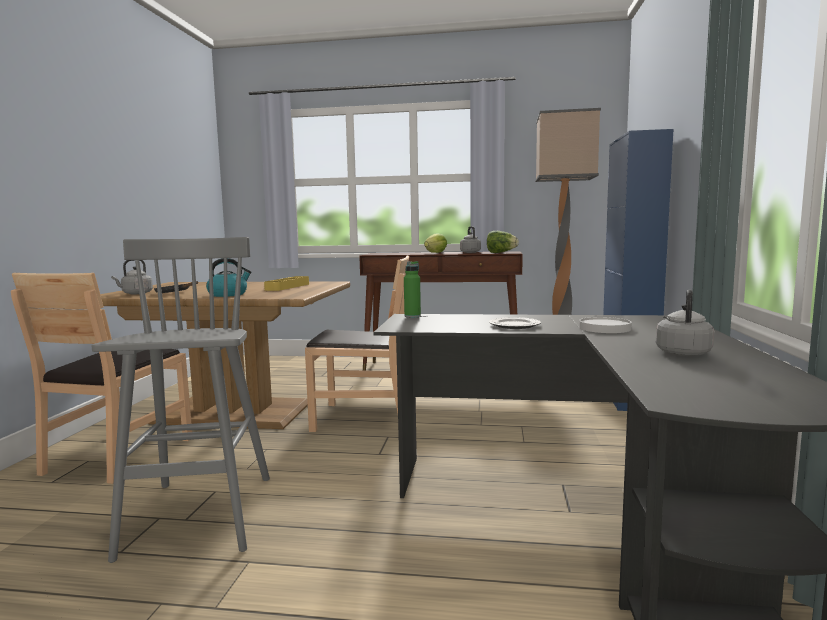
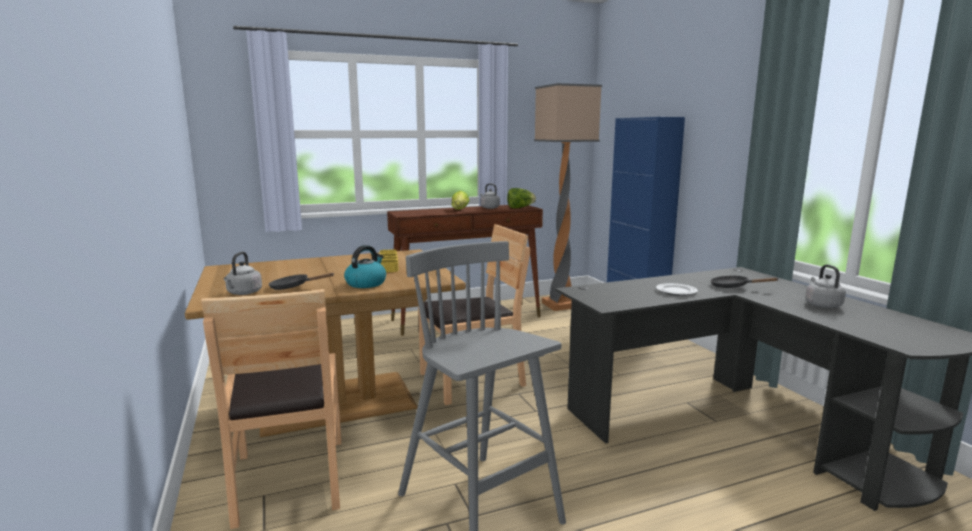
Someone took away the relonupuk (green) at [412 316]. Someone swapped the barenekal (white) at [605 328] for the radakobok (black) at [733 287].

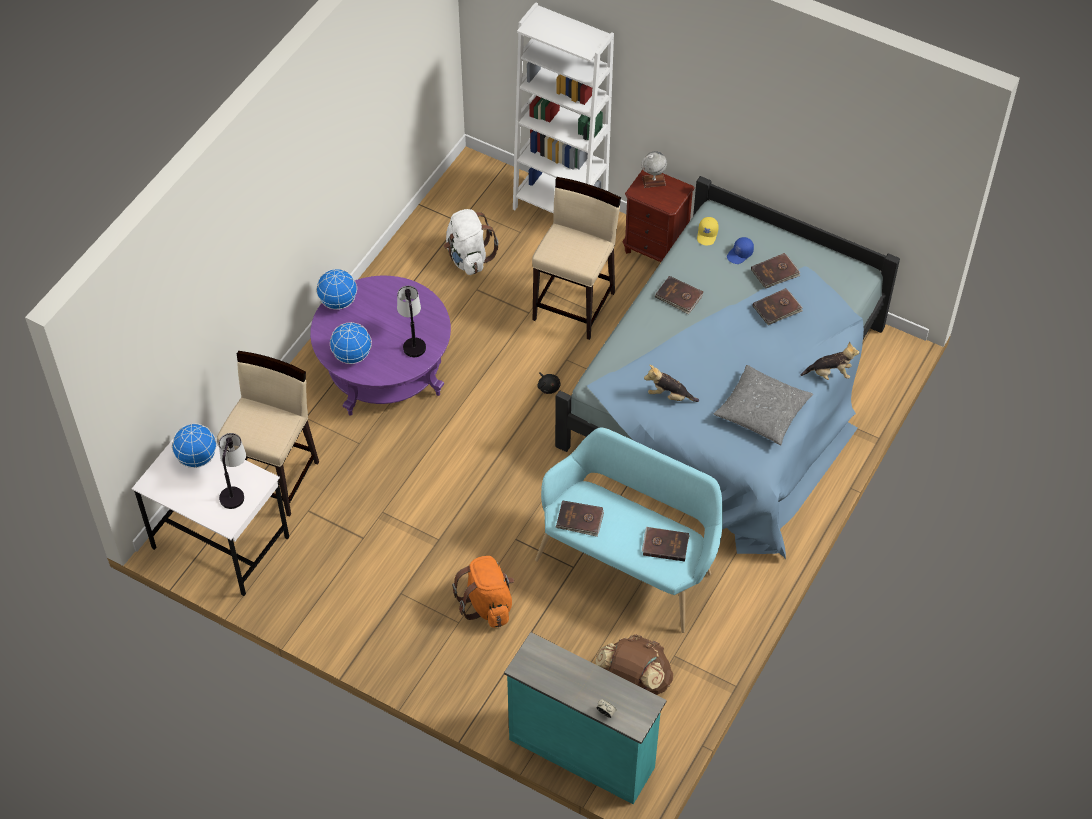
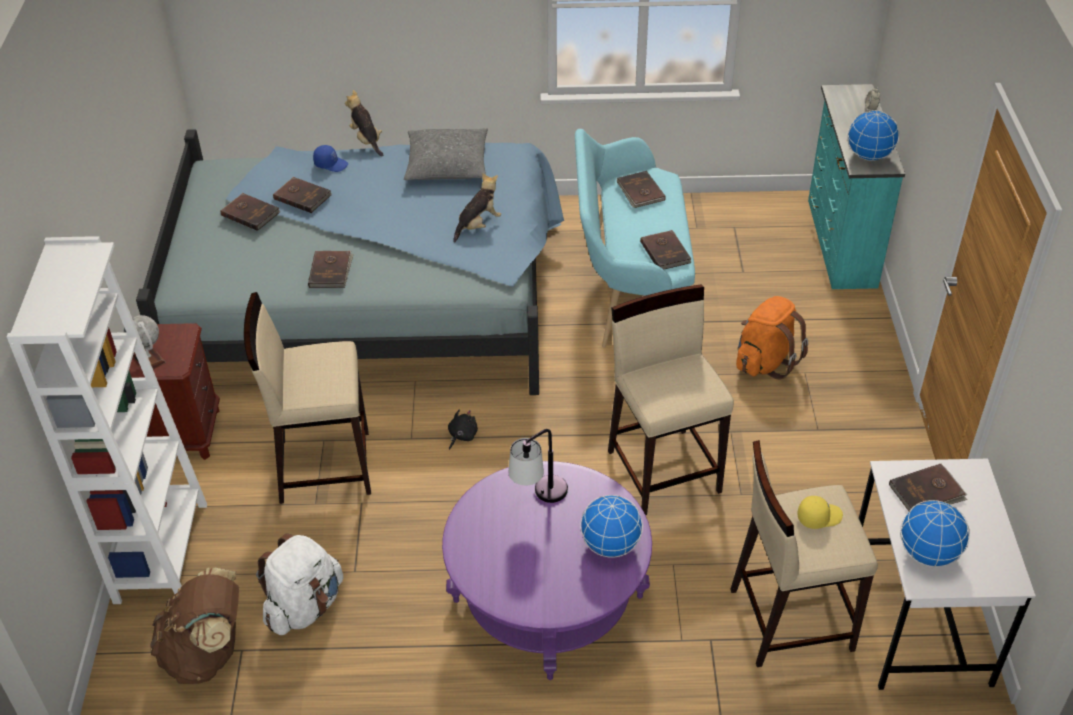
Someone carried the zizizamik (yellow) from [707 235] to [819 516]. Someone carried the zizizamik (blue) from [740 254] to [331 164]. Someone carried the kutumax from [338 302] to [869 156]. Someone rotated the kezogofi at [669 396] by 120 degrees counterclockwise. Someone swapped the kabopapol at [234 488] for the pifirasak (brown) at [927 492]. Someone carried the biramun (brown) from [634 681] to [207 653]. Someone put down the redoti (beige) at [664 470].

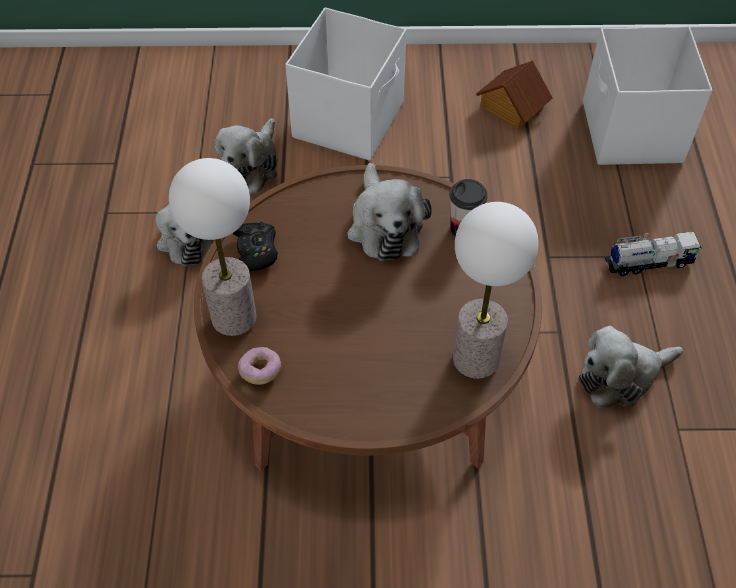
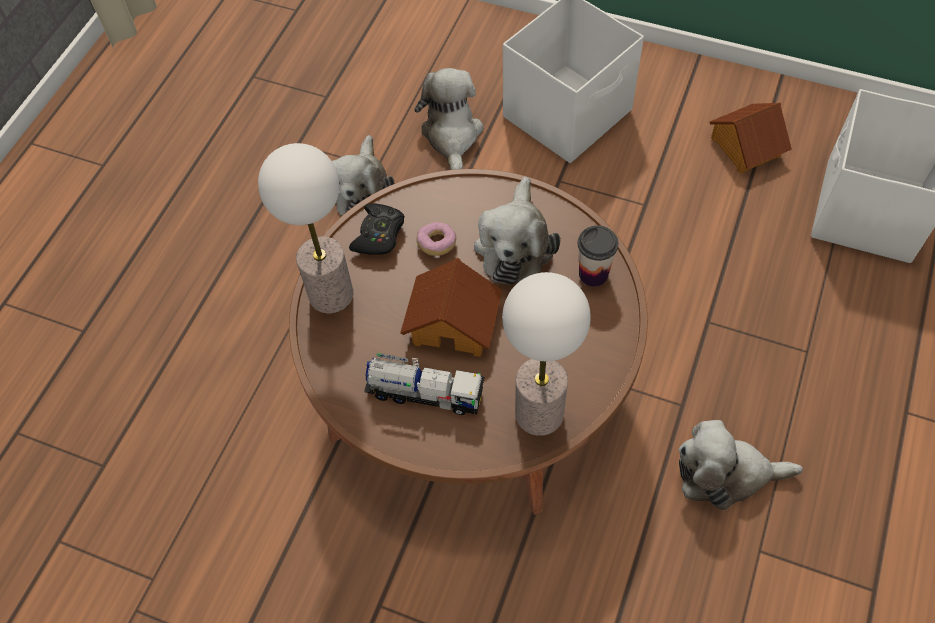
Someone rotated the kezogofi at [252 165] by 135 degrees clockwise. Someone carried the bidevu from [648 263] to [425 394]. Someone carried the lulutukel from [260 371] to [437 244]. Someone put down the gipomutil at [454 322].

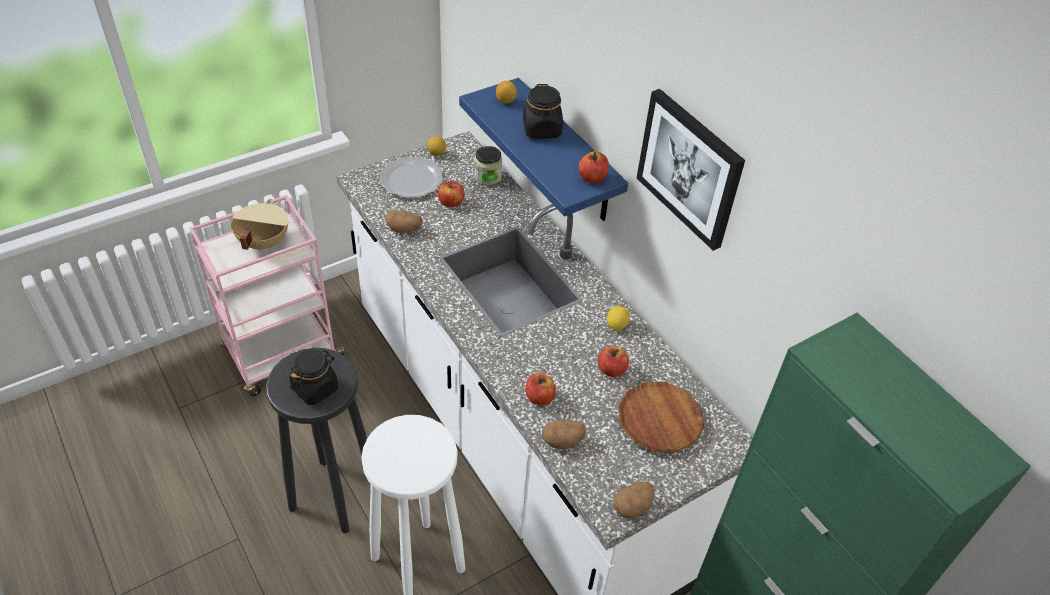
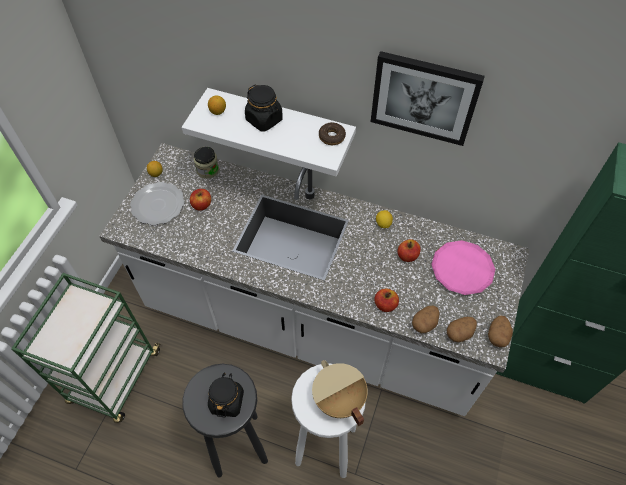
Someone repainted the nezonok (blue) at [567 153], which became the nezonok (white) at [281 126]. Someone swapped the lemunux at [592 178] for the lulutukel at [332 137]. Someone repainted the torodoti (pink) at [282 355], which became the torodoti (green) at [115 378]. Someone carried the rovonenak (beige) from [262 242] to [338 399]. Someone carried the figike from [404 229] to [459 333]. Someone repainted the barenekal (brown) at [659 420], which became the barenekal (pink) at [462 269].

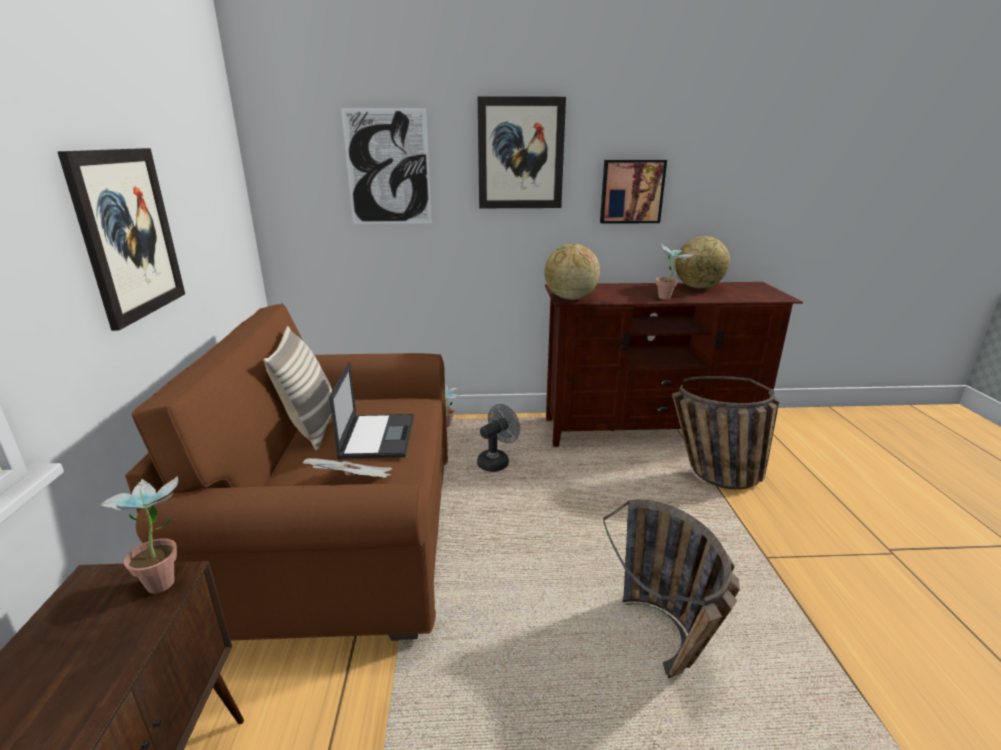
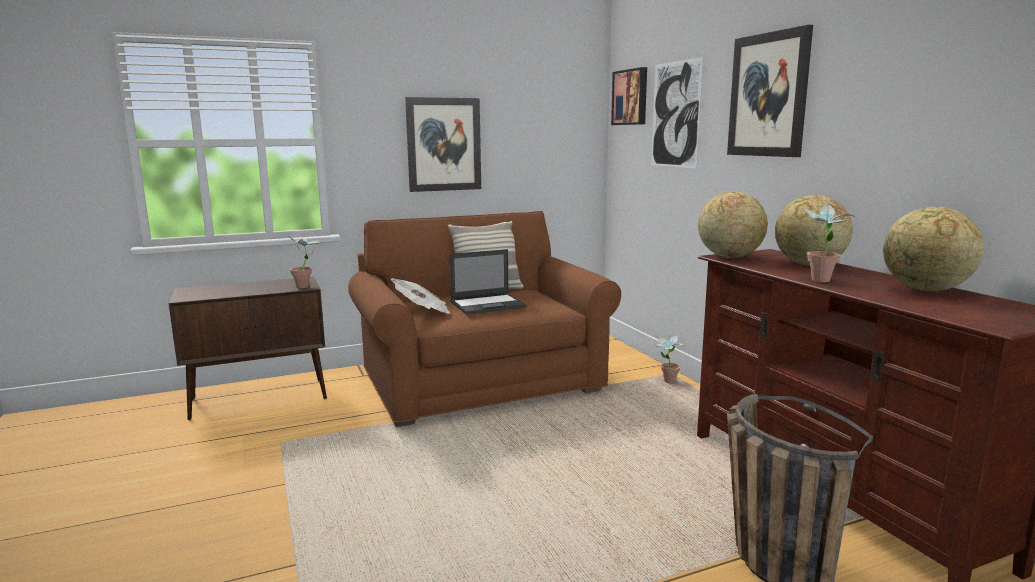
Someone carried the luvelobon from [631 191] to [631 97]. Someone took away the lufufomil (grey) at [496 461]. Someone took away the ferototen at [668 652]. Someone put down the kutumax at [808 265].

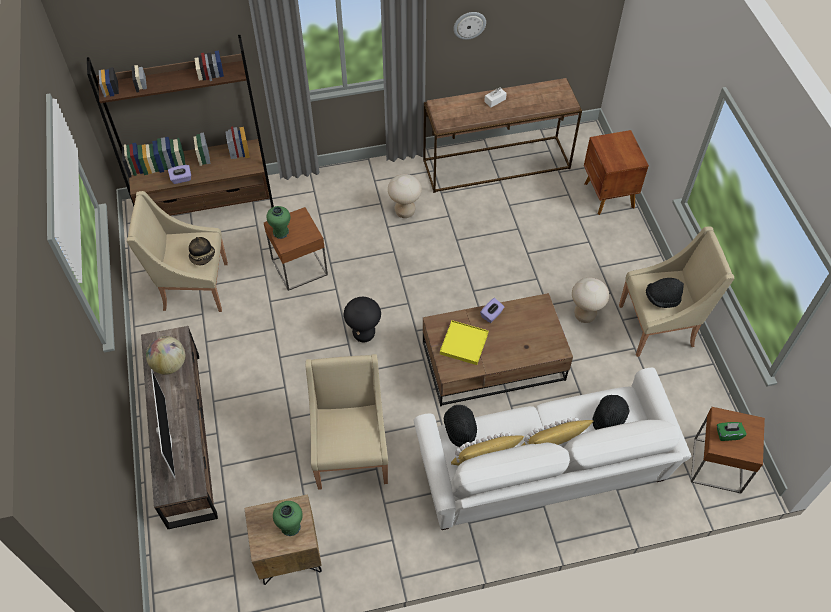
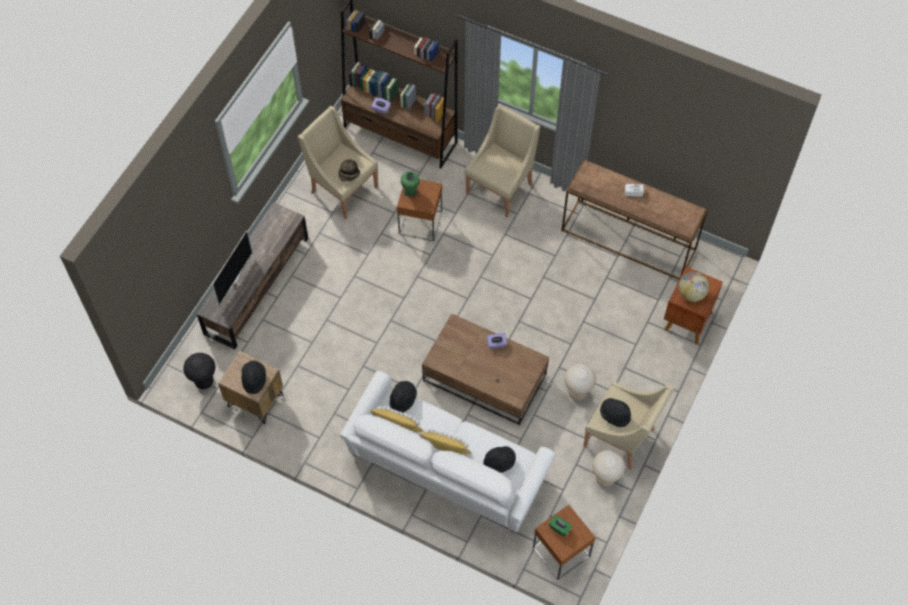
Someone took away the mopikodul at [469 25]. Someone carried the redoti (beige) from [404 211] to [605 478]. Someone carried the redoti (black) from [364 334] to [204 381]. Someone took away the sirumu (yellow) at [464 344]. Someone carried the kutumax from [169 365] to [691 294]. Someone carried the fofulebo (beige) from [351 453] to [501 188]. Someone swapped the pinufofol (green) at [290 526] for the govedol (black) at [254 380].

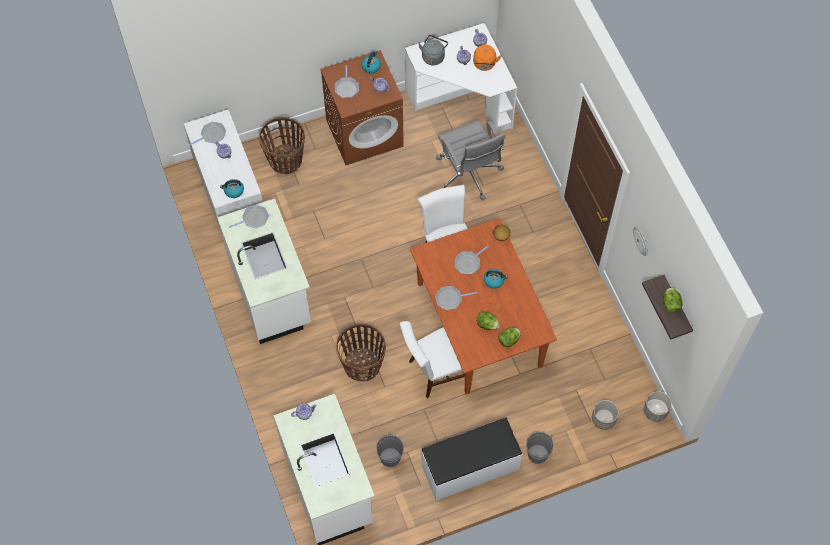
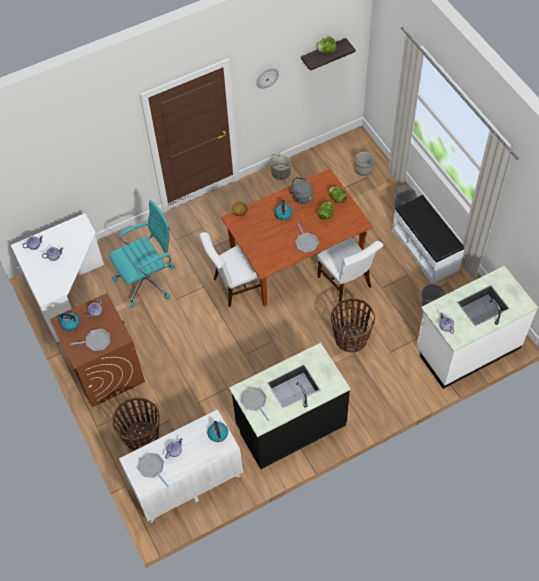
Someone carried the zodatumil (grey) from [433 56] to [301 197]. Someone took away the zodatumil (orange) at [484 64]. Someone repainted the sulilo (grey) at [469 175], which became the sulilo (turquoise) at [148 280]. Someone repainted the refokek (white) at [271 292], which became the refokek (black) at [290 425]. Someone took away the radakobok at [468 263]. Someone carried the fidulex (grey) from [655 411] to [281 174].

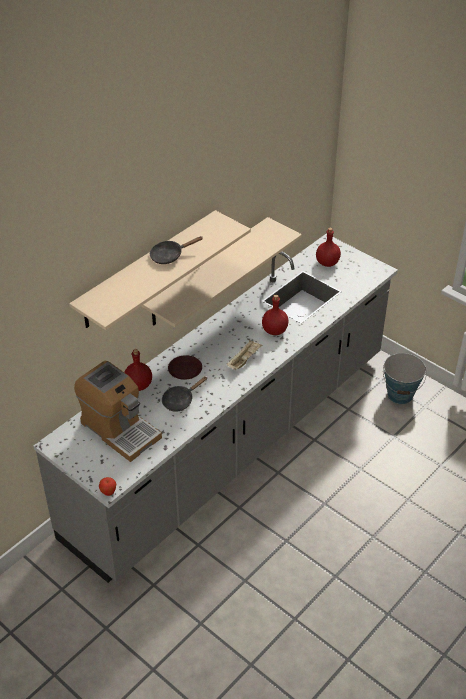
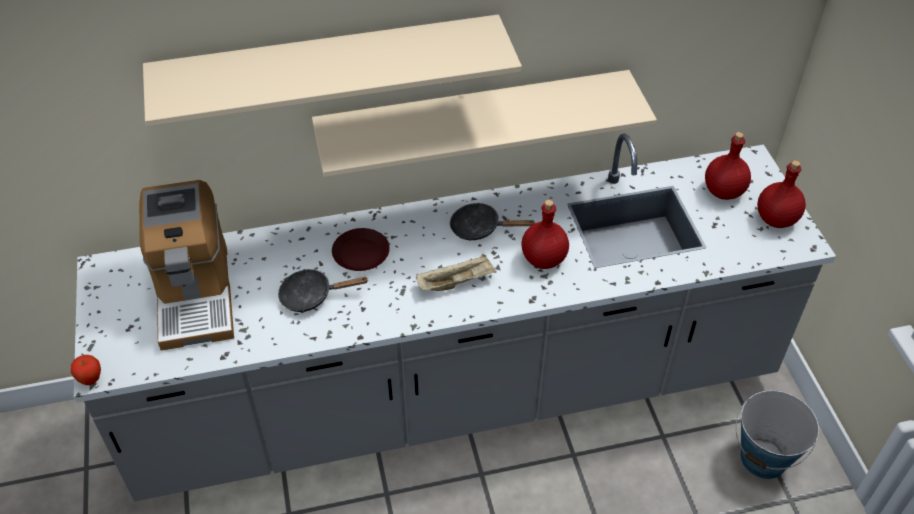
Someone carried the radakobok (black) from [169 255] to [480 228]. Someone carried the relonupuk (red) from [139 386] to [776 220].

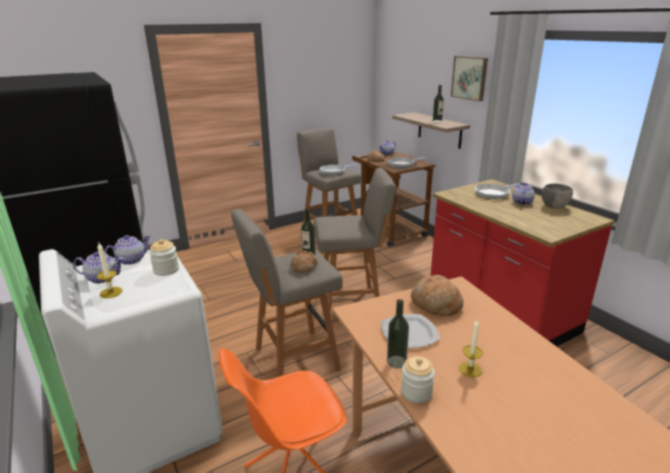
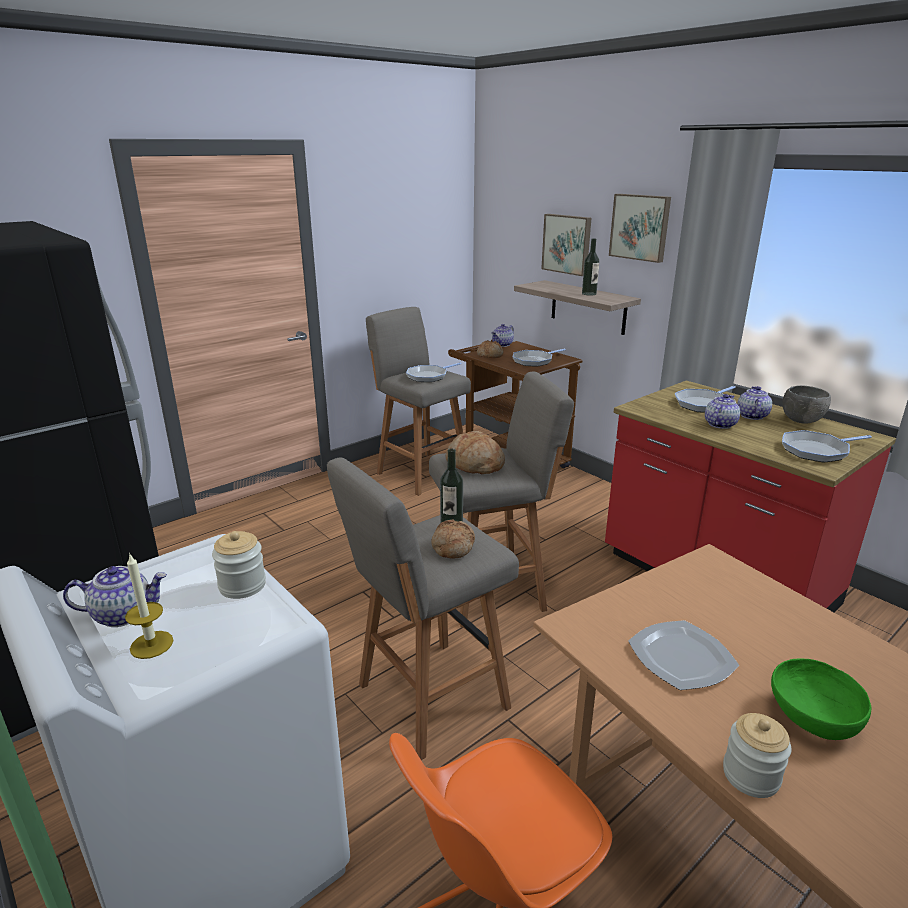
Someone carried the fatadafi from [131 260] to [719 424]. Someone carried the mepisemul from [436 304] to [474 464]. Someone took away the relonupuk at [396 362]. Someone swapped the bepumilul at [470 369] for the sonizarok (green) at [811 717]. Someone put up the luvelobon at [567 244]. Someone put down the radakobok at [817 451].

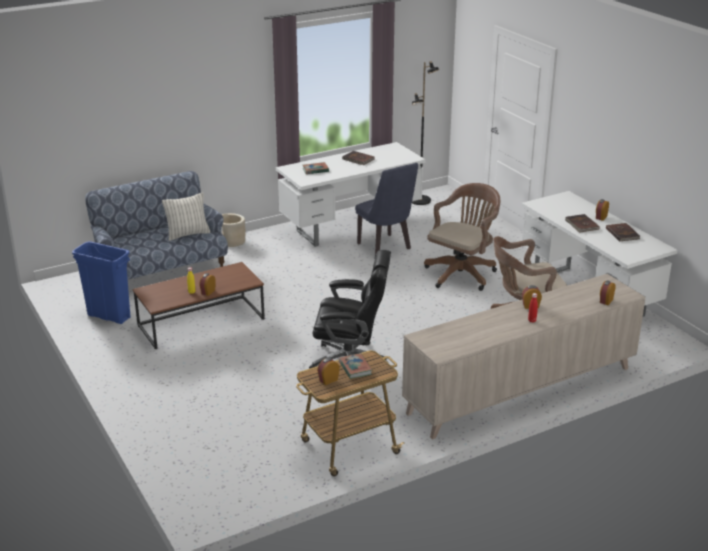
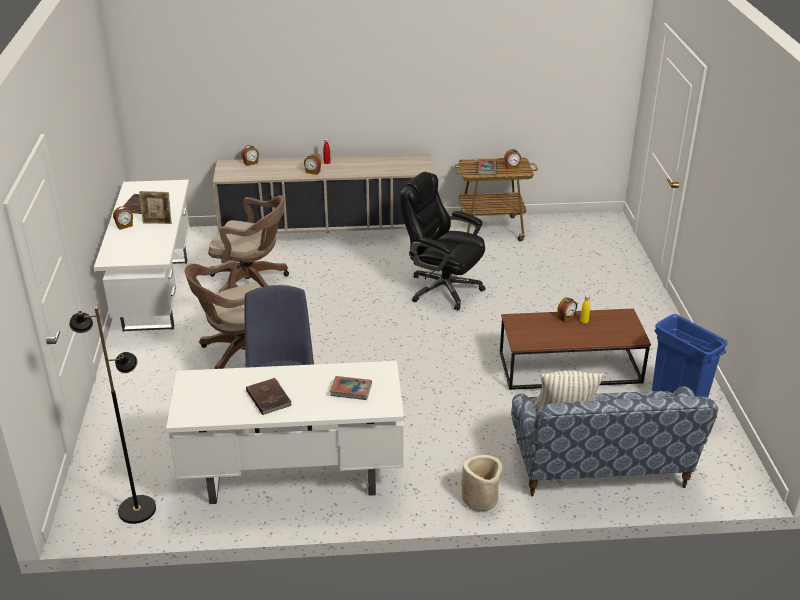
Someone swapped the pifirasak (brown) at [581 225] for the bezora at [158 223].

